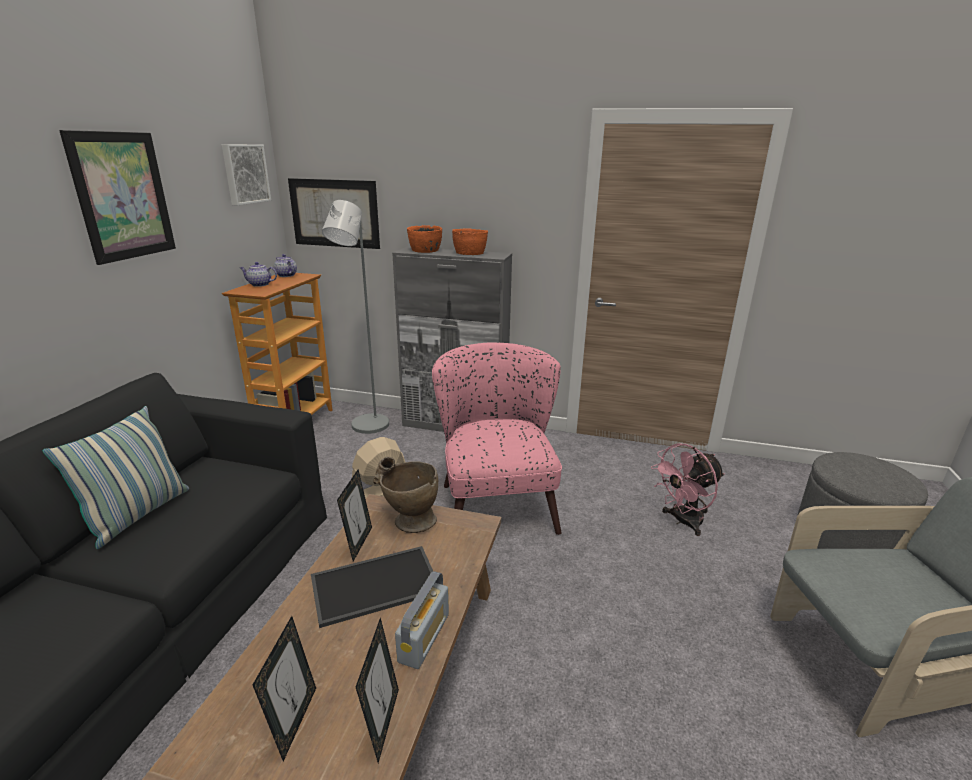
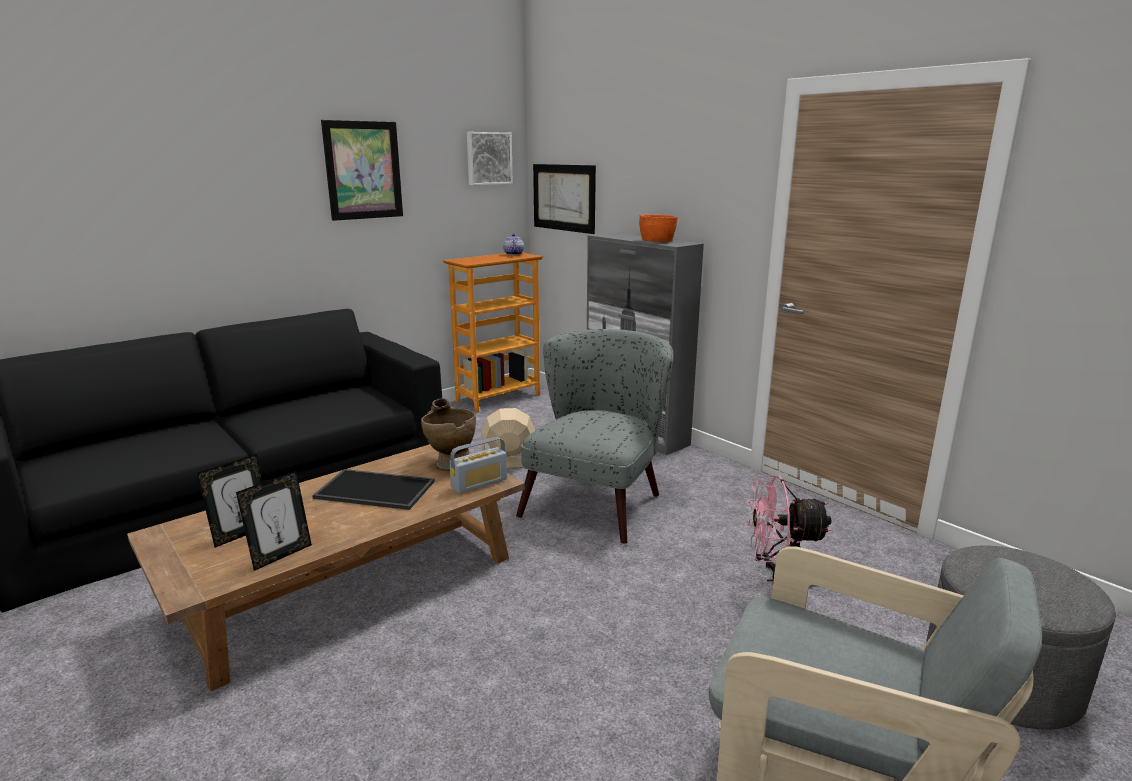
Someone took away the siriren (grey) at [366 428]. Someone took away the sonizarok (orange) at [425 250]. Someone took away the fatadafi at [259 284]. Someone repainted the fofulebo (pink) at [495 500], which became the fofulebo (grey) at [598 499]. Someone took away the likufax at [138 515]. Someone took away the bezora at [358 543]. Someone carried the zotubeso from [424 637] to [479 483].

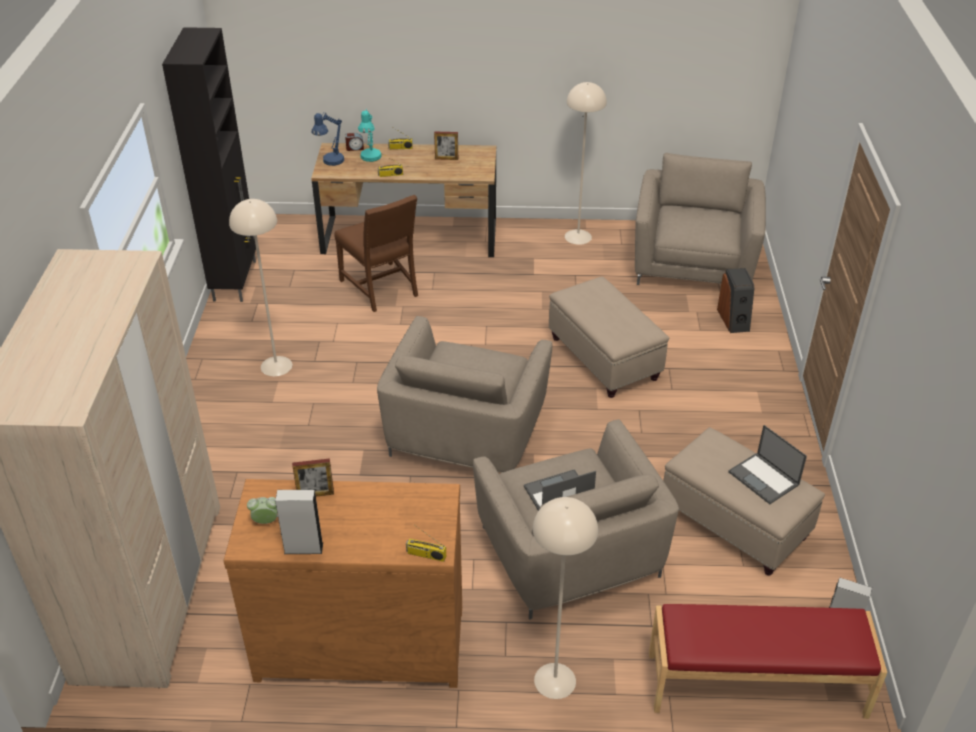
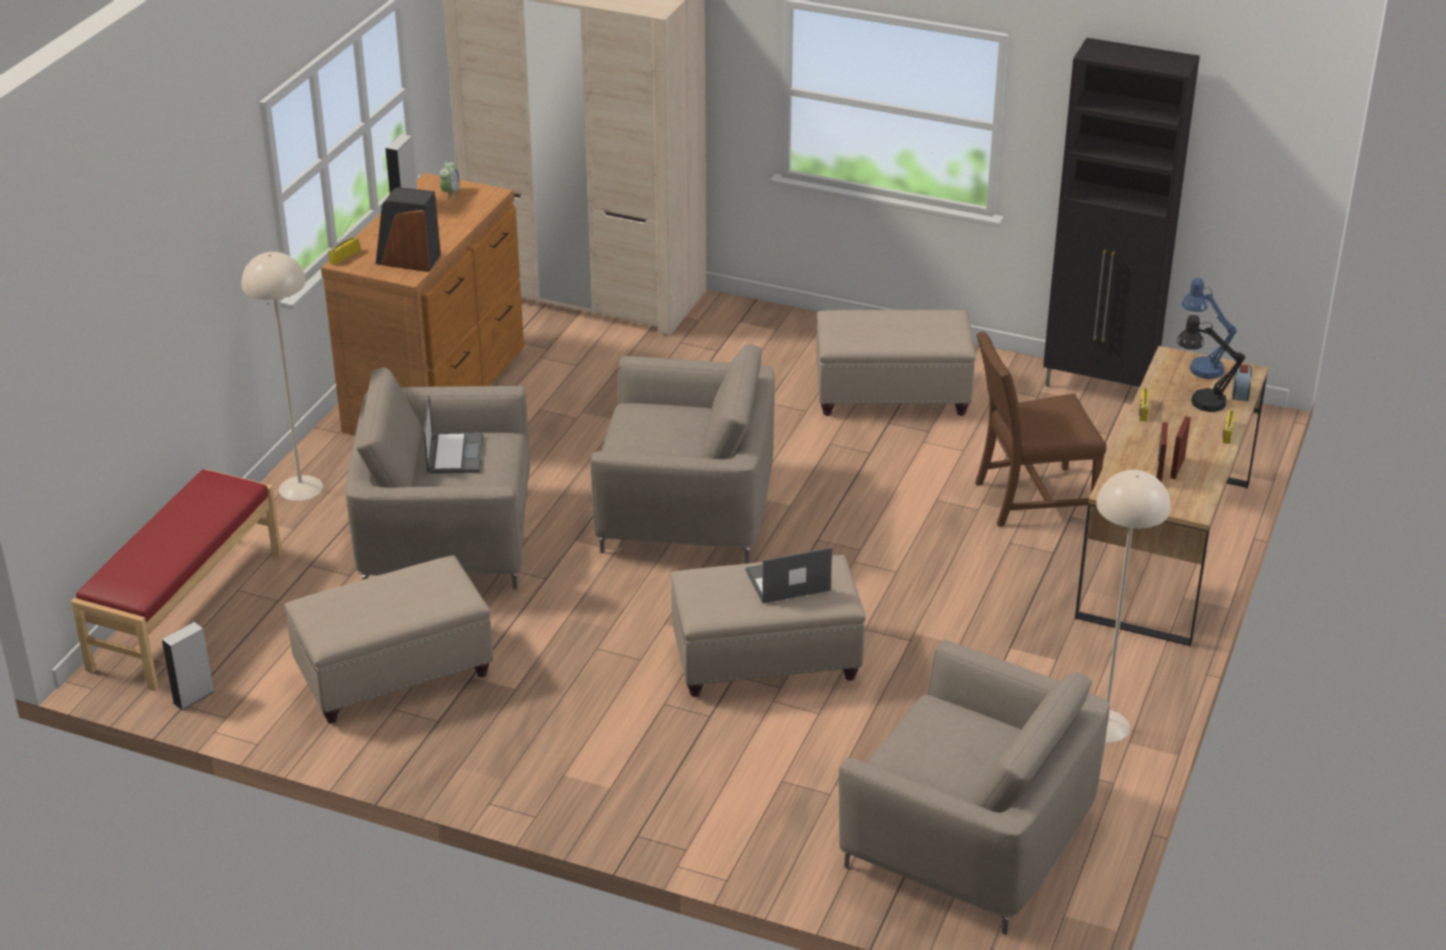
Someone repainted the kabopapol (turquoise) at [370 158], which became the kabopapol (black) at [1200 400]. Someone swapped the siriren (beige) at [276 366] for the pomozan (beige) at [893 395]. Someone carried the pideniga from [734 319] to [408 260]. Someone rotated the fofulebo (beige) at [466 432] by 150 degrees clockwise. Someone carried the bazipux from [764 479] to [787 581]. Someone carried the bezora from [315 494] to [1158 474].

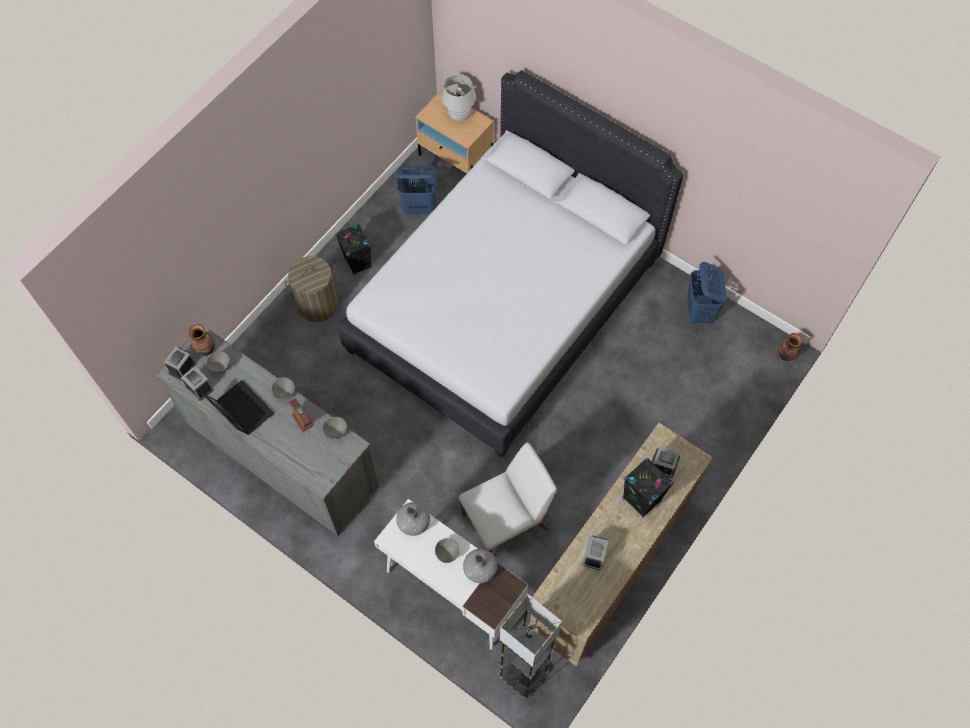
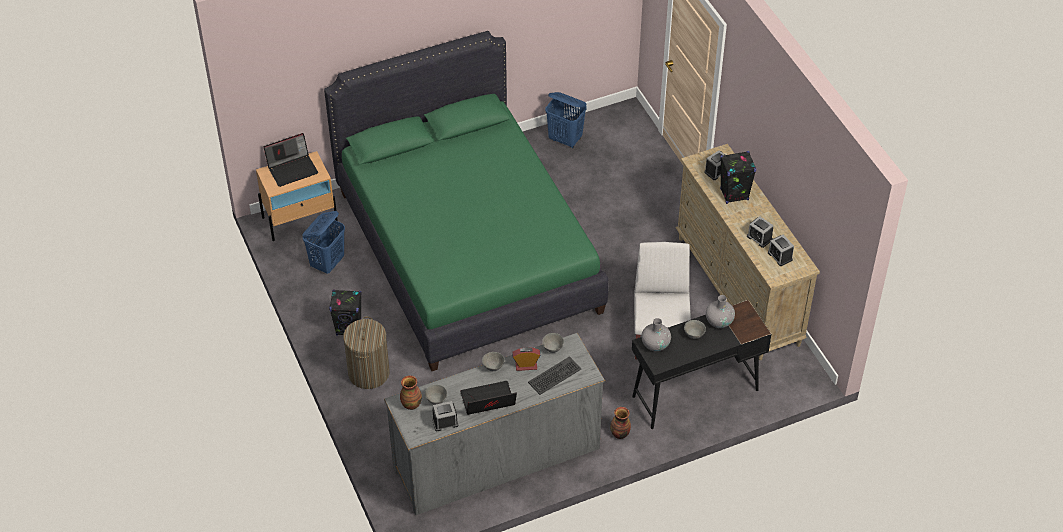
Someone repainted the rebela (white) at [504 305], which became the rebela (green) at [467 251]. Someone swapped the kabopapol (white) at [459 115] for the bazipux at [293 169]. Someone carried the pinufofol from [785 355] to [619 434]. Someone carried the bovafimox from [182 367] to [780 256]. Someone repainted the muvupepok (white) at [452 590], which became the muvupepok (black) at [694 393]. Someone took away the siriren (grey) at [523 673]. Someone put down the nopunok at [555 376].

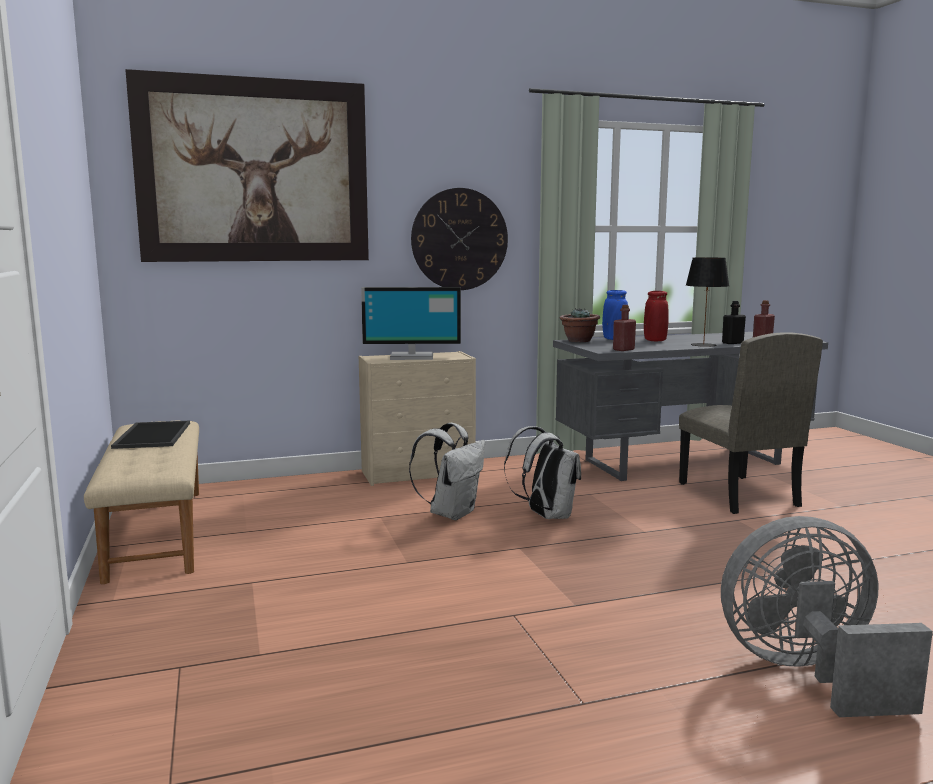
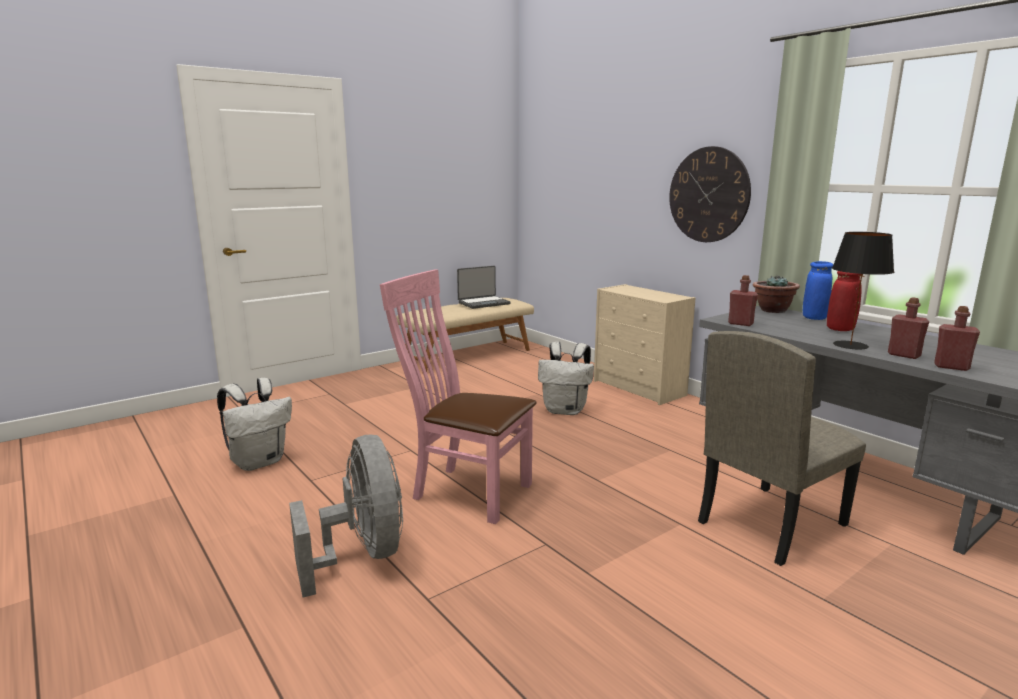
Someone took away the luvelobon at [254 171]. Someone took away the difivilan at [412 357]. Someone repainted the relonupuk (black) at [732 343], which became the relonupuk (red) at [904 355]. Someone swapped the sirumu at [151 435] for the bazipux at [483 303]. Someone carried the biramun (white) from [545 515] to [259 462]. Someone put down the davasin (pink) at [465 491].

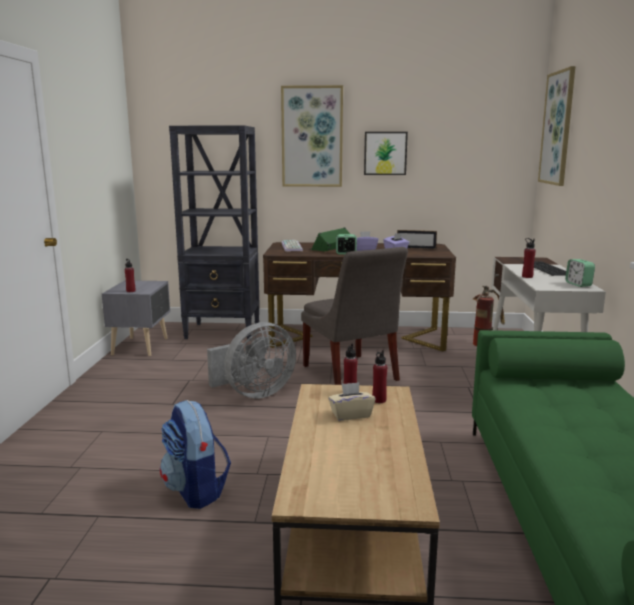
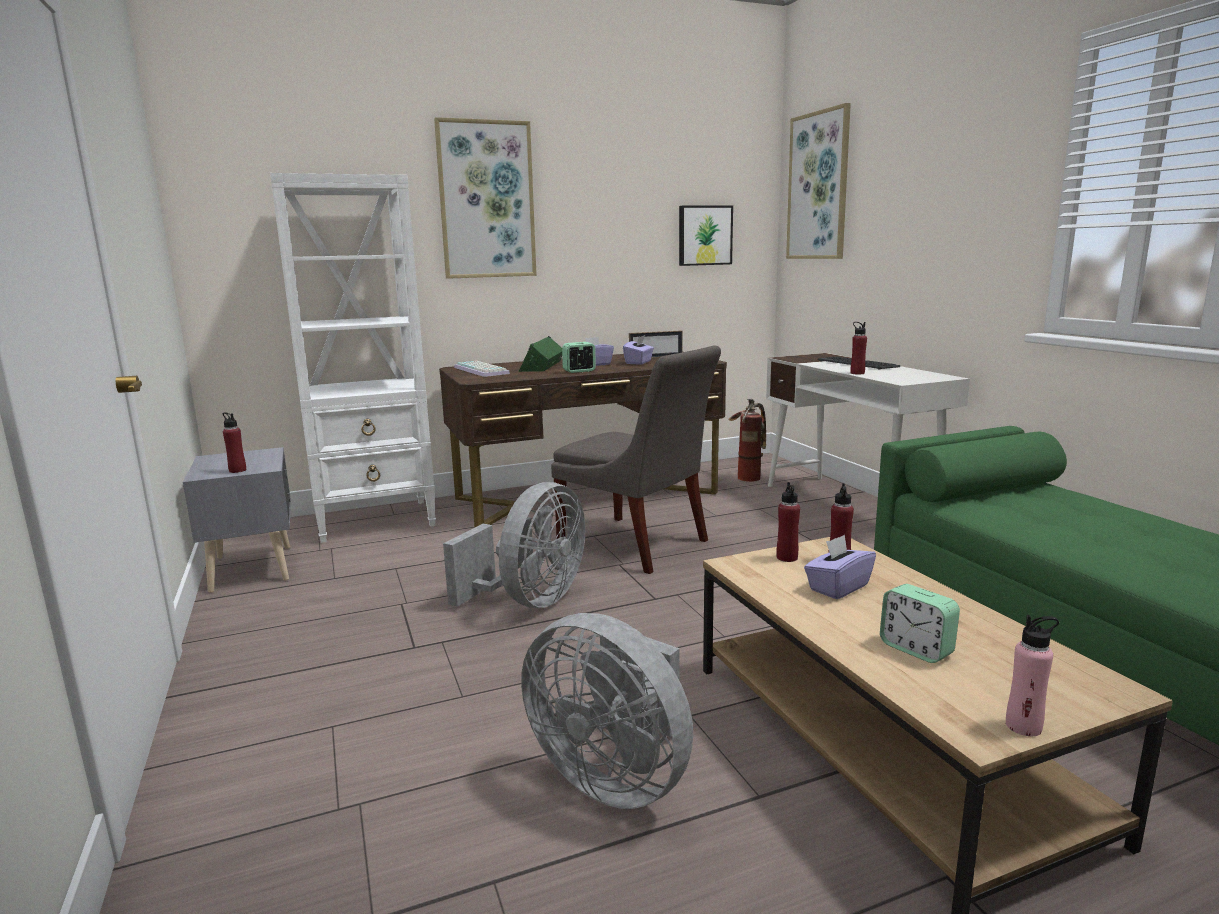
Someone repainted the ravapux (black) at [223 332], which became the ravapux (white) at [377 520]. Someone carried the luvelobon from [385 153] to [704 235]. Someone carried the bovafimox from [578 284] to [916 649]. Someone repainted the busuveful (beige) at [350 415], which became the busuveful (purple) at [838 587]. Someone swapped the biramun at [196 490] for the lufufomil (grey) at [614 776]. Someone put down the relonupuk (pink) at [1023 726].

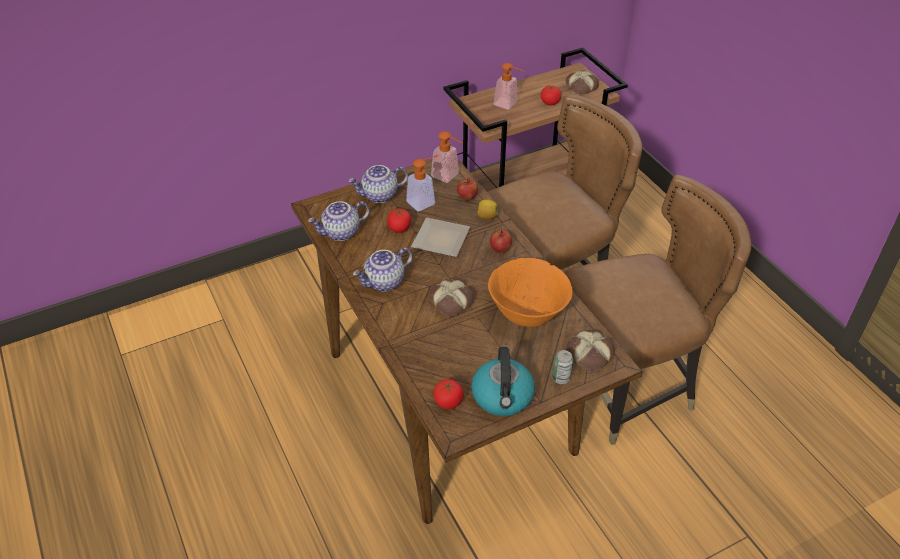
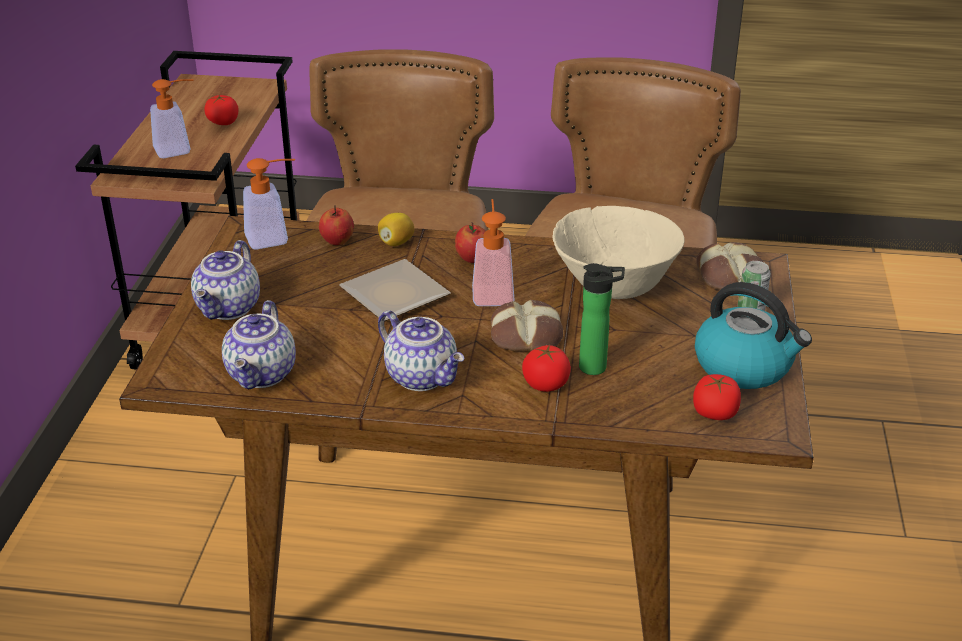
Someone took away the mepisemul at [582 86]. Someone carried the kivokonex from [425 201] to [492 291]. Someone carried the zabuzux from [399 228] to [546 384]. Someone rotated the fatadafi at [384 283] by 45 degrees counterclockwise. Someone repainted the sonizarok (orange) at [527 313], which became the sonizarok (beige) at [614 288]. Someone put down the relonupuk at [597 367].

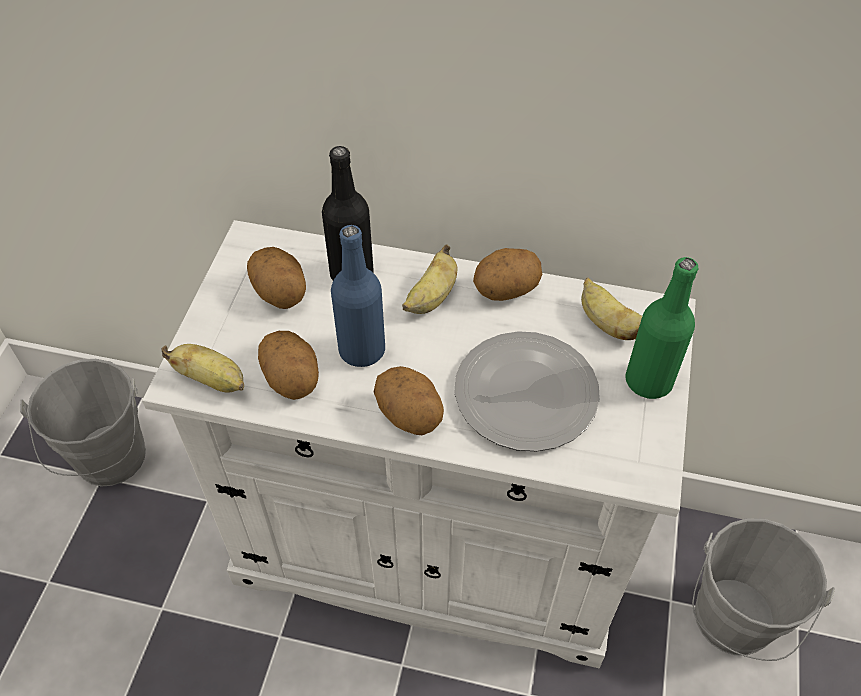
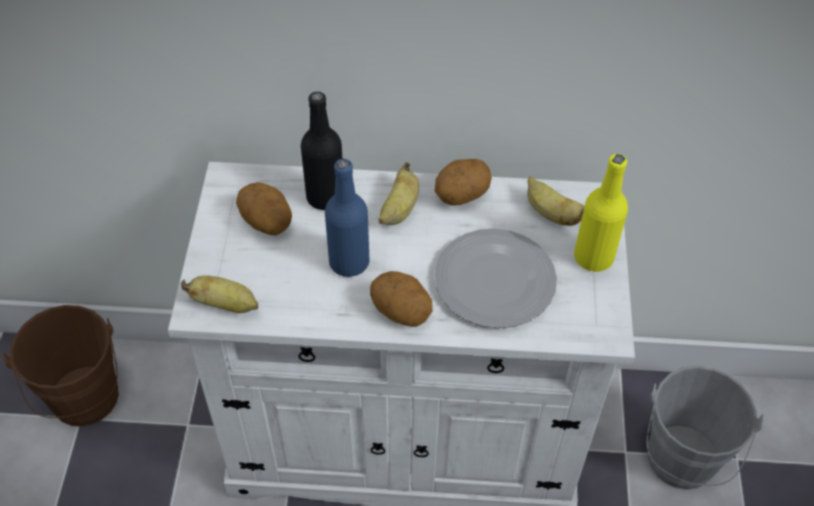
Someone repainted the relonupuk (green) at [648 381], which became the relonupuk (yellow) at [593 257]. Someone took away the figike at [292 380]. Someone repainted the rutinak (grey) at [111 463], which became the rutinak (brown) at [87 404].

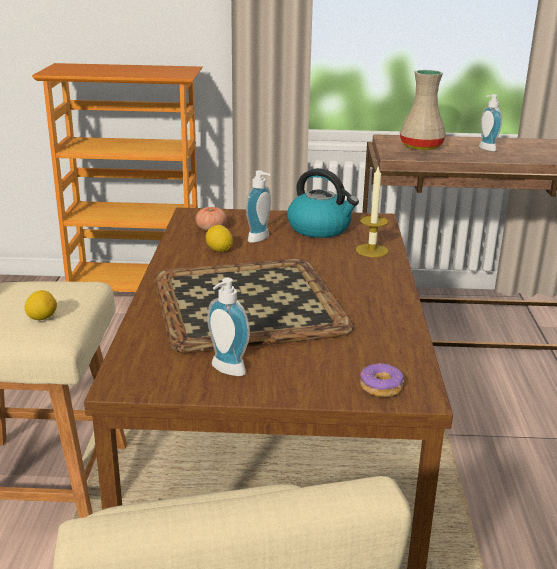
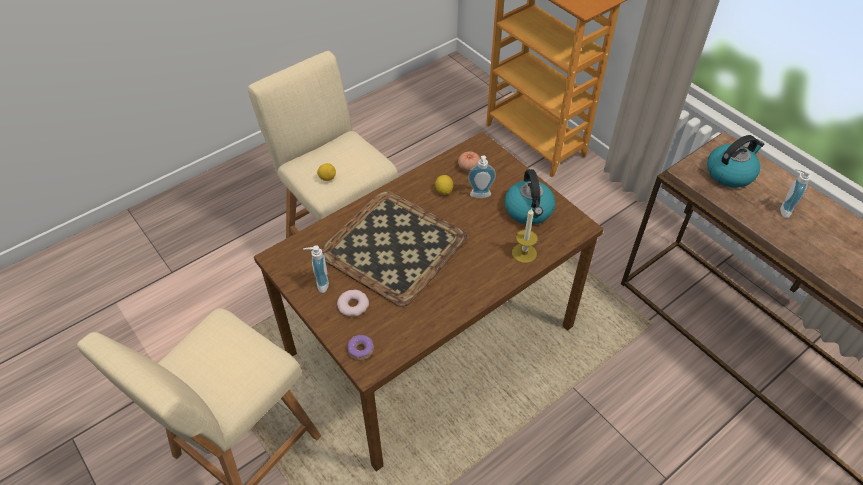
Someone swapped the pinufofol (beige) at [420 147] for the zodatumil at [730 173]. Someone put down the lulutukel at [353 305].

